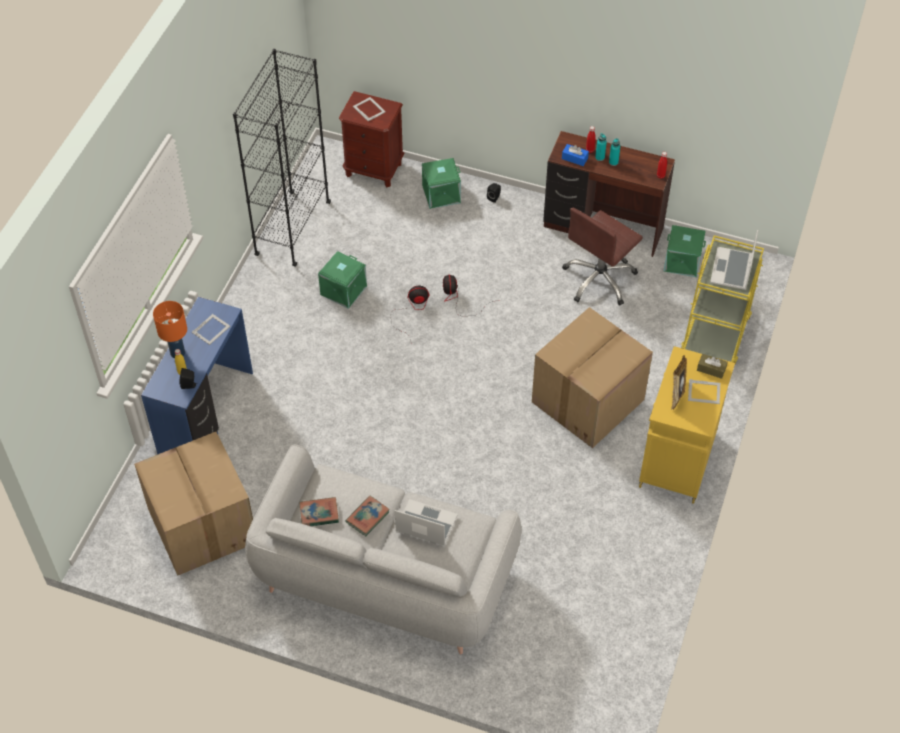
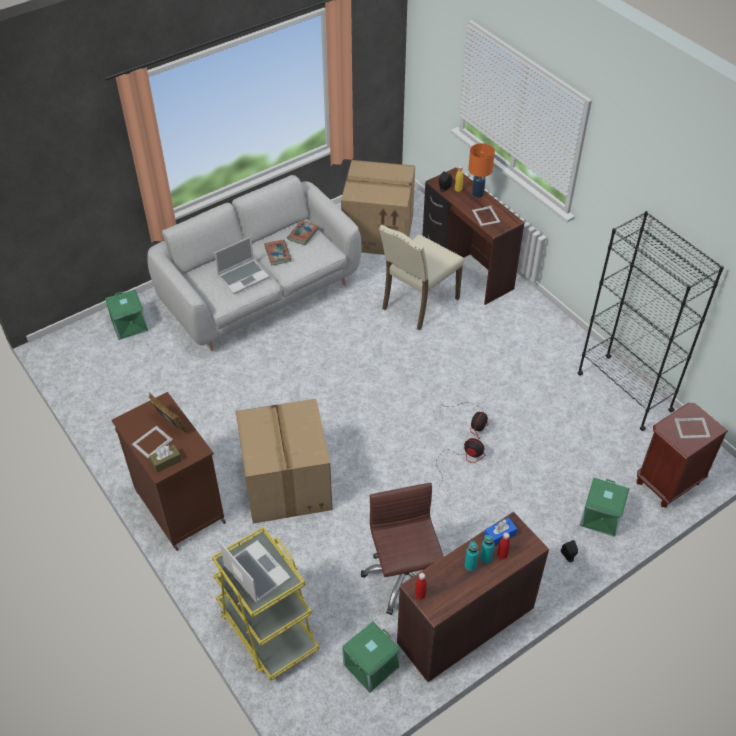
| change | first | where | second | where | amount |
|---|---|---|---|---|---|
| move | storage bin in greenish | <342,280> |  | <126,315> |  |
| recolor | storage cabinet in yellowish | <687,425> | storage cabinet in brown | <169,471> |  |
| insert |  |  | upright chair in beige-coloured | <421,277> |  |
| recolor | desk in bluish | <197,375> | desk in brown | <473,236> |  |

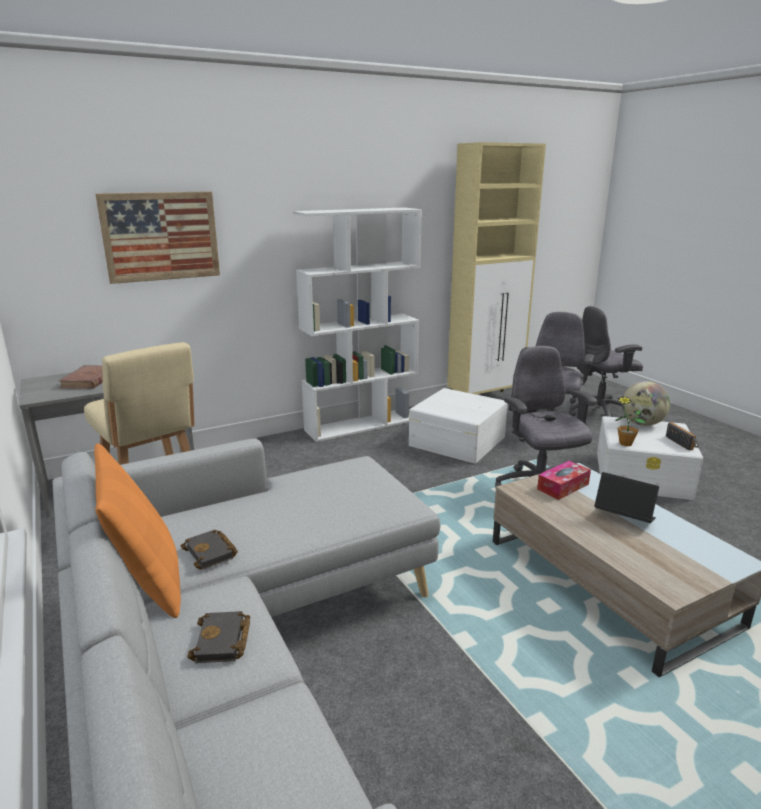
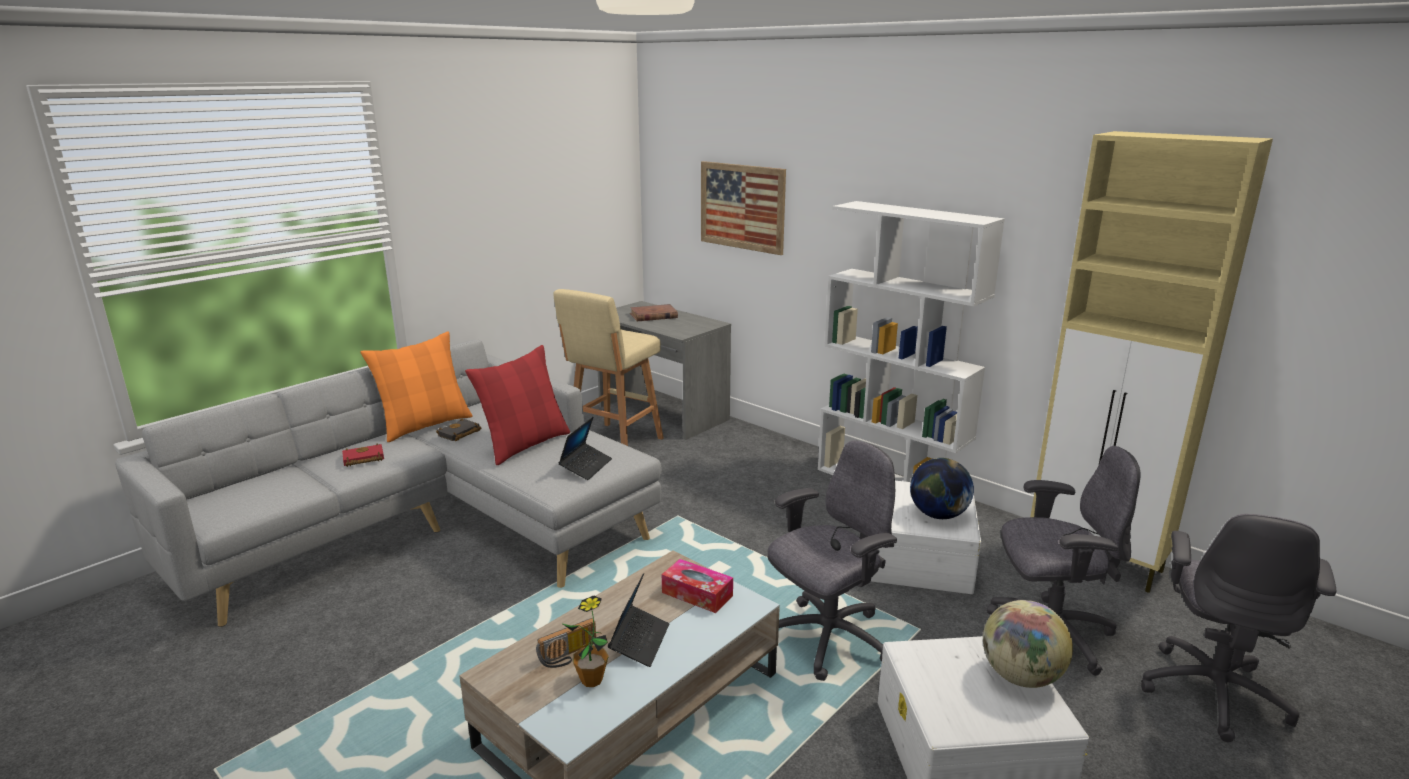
| change | first | where | second | where | amount |
|---|---|---|---|---|---|
| recolor | volume in black-coloured | <218,637> | volume in red-coloured | <363,455> |  |
| insert |  |  | throw pillow in red-coloured | <517,405> |  |
| move | radio | <682,436> |  | <566,643> |  |
| insert |  |  | laptop | <585,448> |  |
| move | potted plant | <630,421> |  | <585,641> |  |
| insert |  |  | globe | <942,488> |  |
| rotate | office chair in grey | <606,361> |  | <1238,628> | 120 degrees counterclockwise |

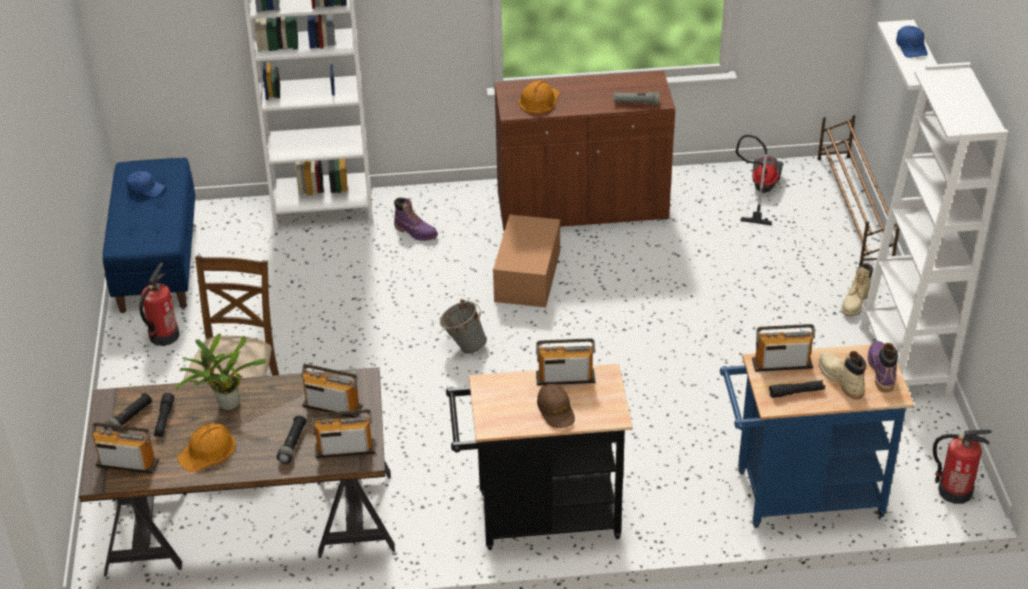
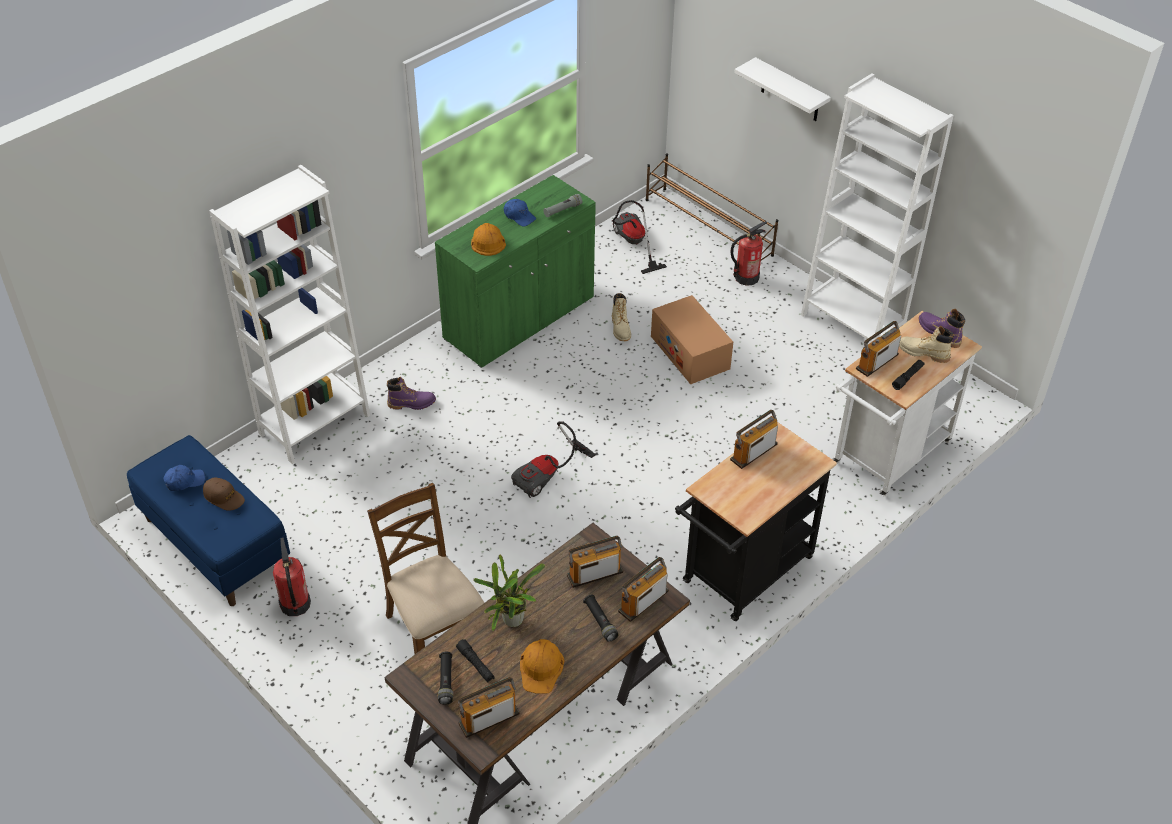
| change | first | where | second | where | amount |
|---|---|---|---|---|---|
| move | peaked cap in brown | <556,406> |  | <224,494> |  |
| recolor | storage cabinet in brown | <584,151> | storage cabinet in greenish | <515,271> |  |
| move | peaked cap in bluish | <912,42> |  | <520,213> |  |
| replace | pail in grey | <463,326> | hoover | <553,459> |  |
| move | boot in beige-coloured | <857,289> |  | <621,317> |  |
| move | cardboard box | <526,261> |  | <692,339> |  |
| move | extinguisher | <962,467> |  | <749,253> |  |
| recolor | cart in bluish | <817,435> | cart in whitish | <907,403> |  |

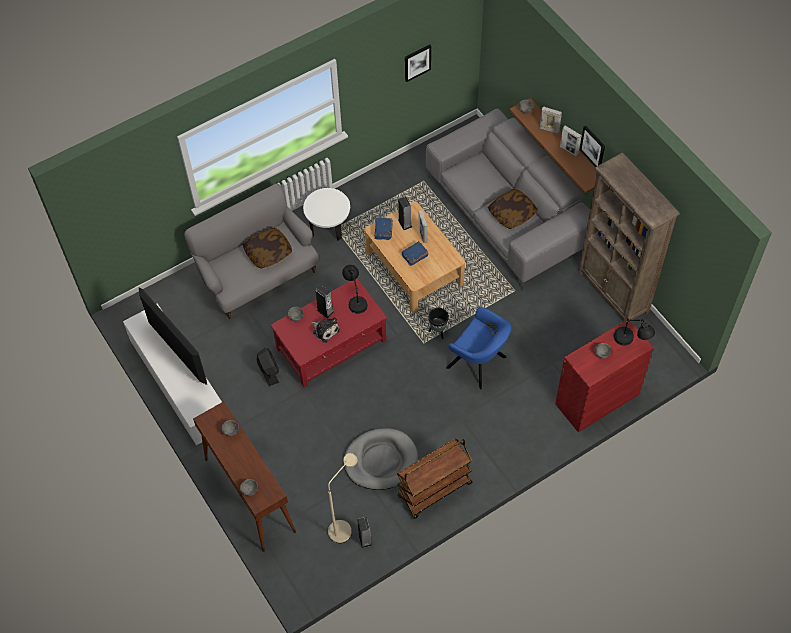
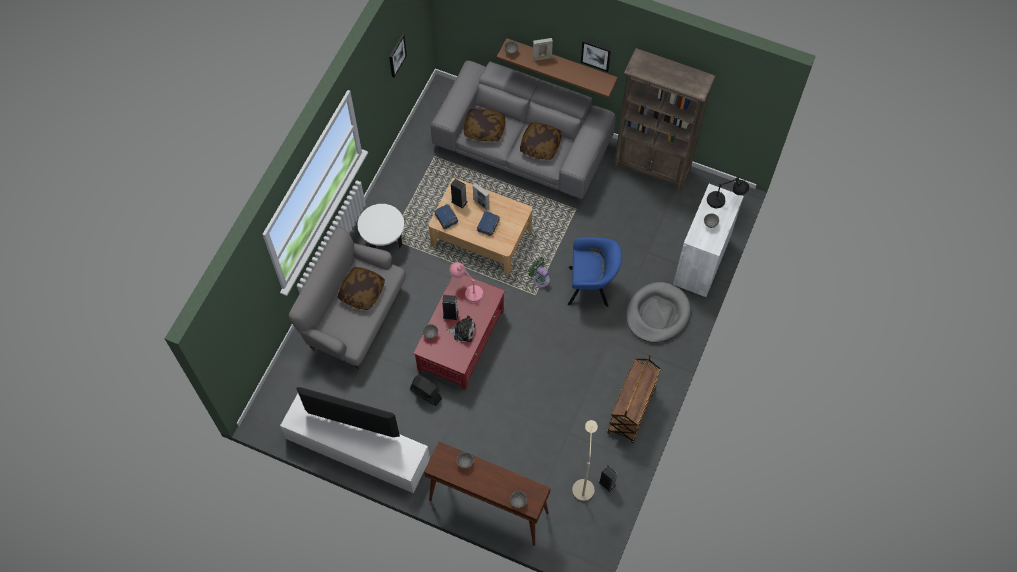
| change | first | where | second | where | amount |
|---|---|---|---|---|---|
| recolor | lamp for a table in black-coloured | <355,289> | lamp for a table in pinkish | <466,282> |  |
| insert |  |  | throw pillow | <484,125> |  |
| replace | planter in black-coloured | <438,323> | fan in greenish | <539,272> |  |
| move | dog cushion in grey | <381,459> |  | <658,312> |  |
| recolor | storage cabinet in red-coloured | <604,376> | storage cabinet in whitish | <708,240> |  |
| delete | picture frame | <571,140> |  |  |  |

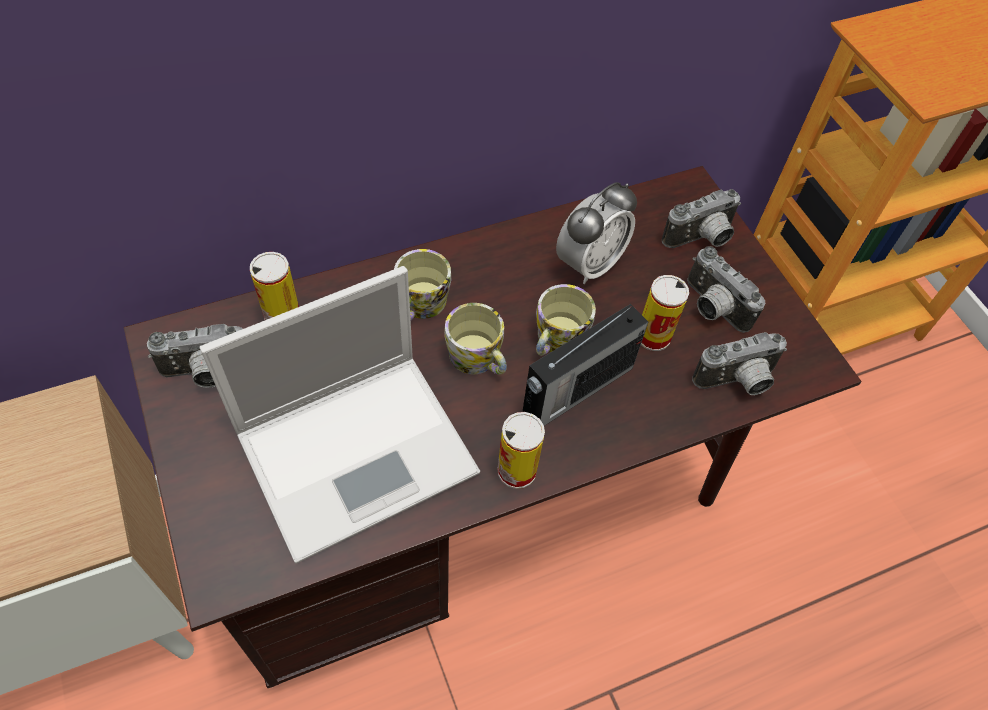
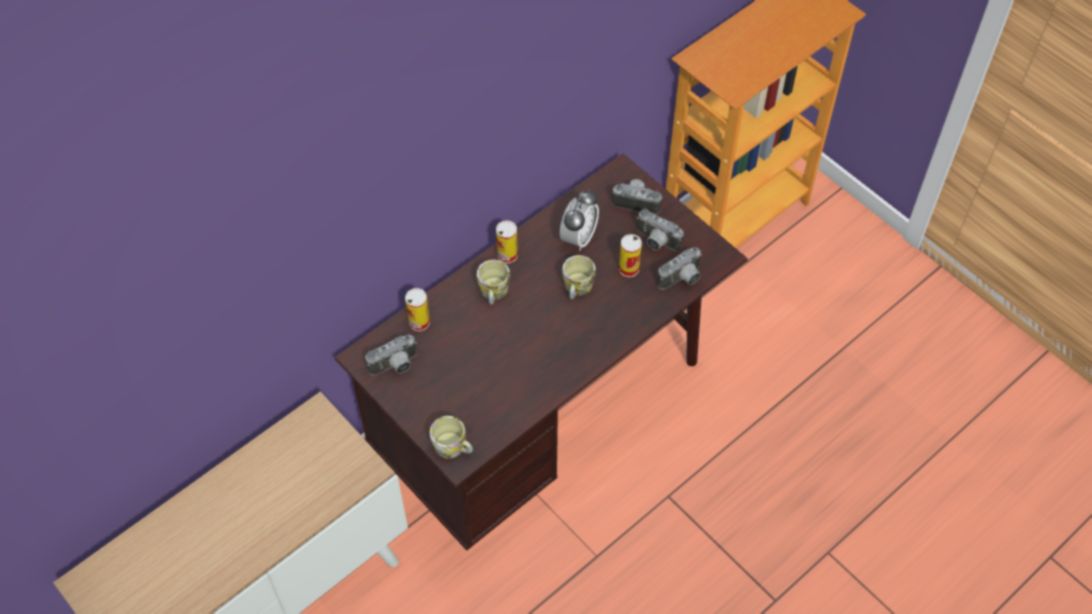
| change | first | where | second | where | amount |
|---|---|---|---|---|---|
| move | coffee mug | <475,339> |  | <451,437> |  |
| move | sealed can | <521,450> |  | <507,242> |  |
| rotate | still camera | <701,218> |  | <637,197> | 120 degrees counterclockwise |
| delete | laptop | <339,415> |  |  |  |
| delete | radio | <585,365> |  |  |  |

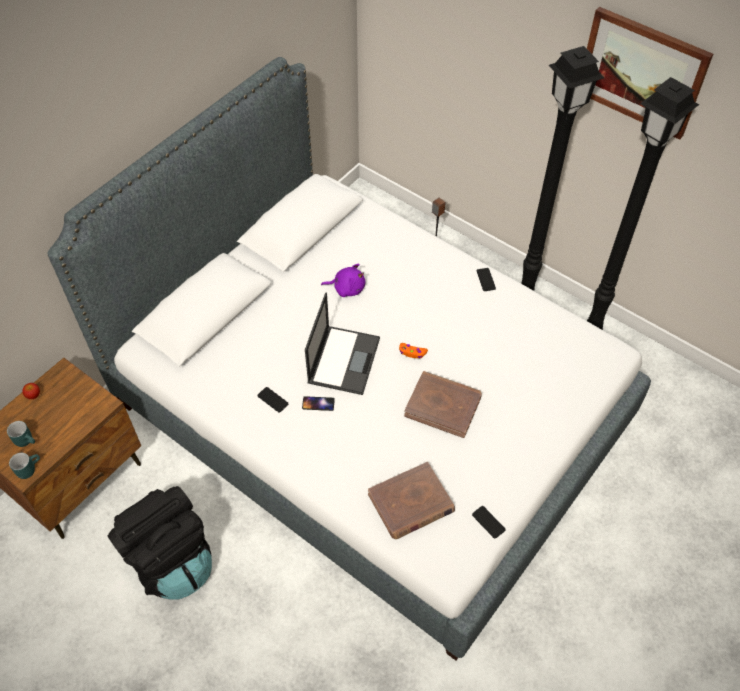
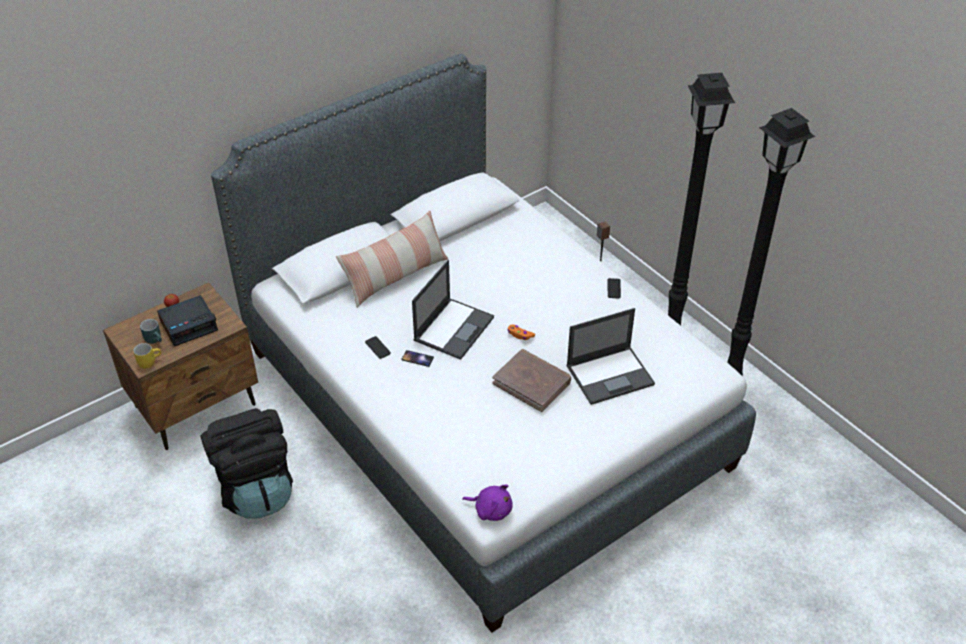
| change | first | where | second | where | amount |
|---|---|---|---|---|---|
| recolor | coffee mug in turquoise-coloured | <24,466> | coffee mug in yellowish | <147,355> |  |
| insert |  |  | table clock | <187,320> |  |
| insert |  |  | throw pillow | <392,259> |  |
| move | soft toy in purple-coloured | <343,280> |  | <487,503> |  |
| insert |  |  | laptop | <610,356> |  |
| delete | volume in brown | <411,500> |  |  |  |
| delete | phone | <488,522> |  |  |  |
| delete | wall picture | <650,73> |  |  |  |

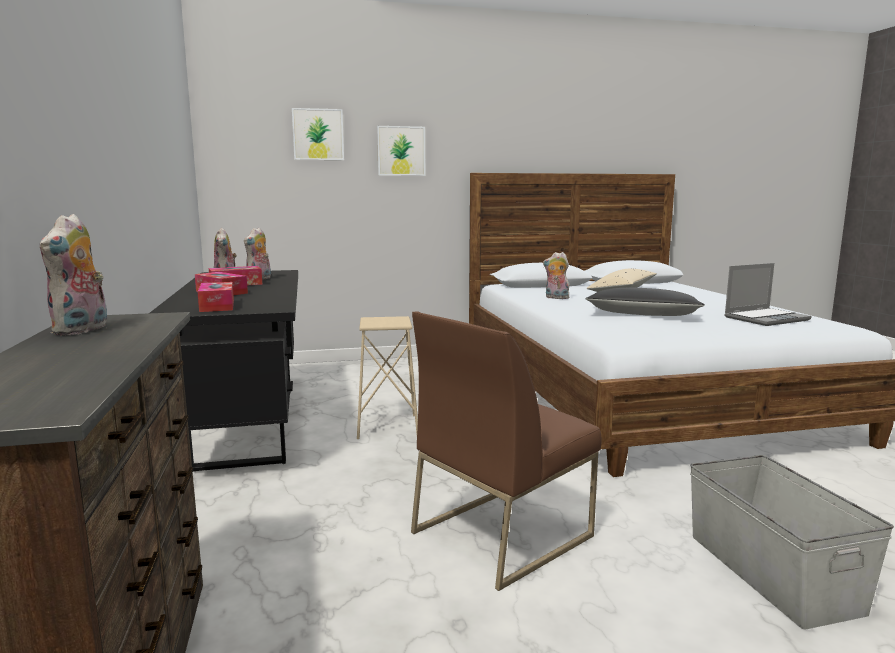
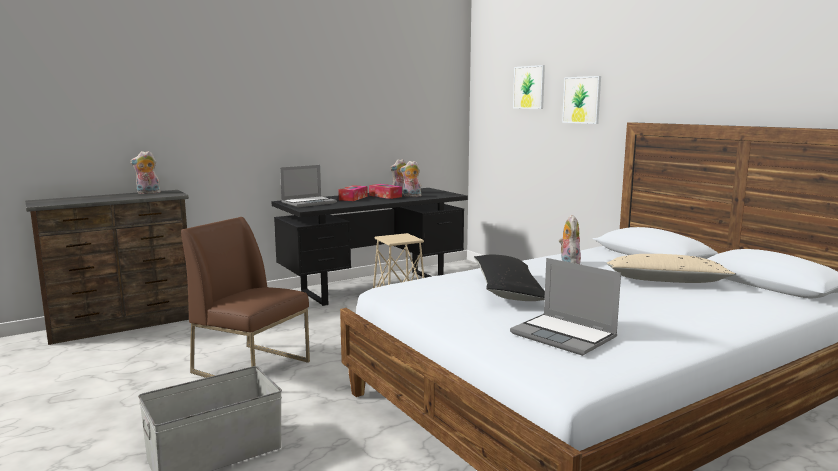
| change | first | where | second | where | amount |
|---|---|---|---|---|---|
| replace | tissue holder | <215,297> | laptop | <308,186> |  |

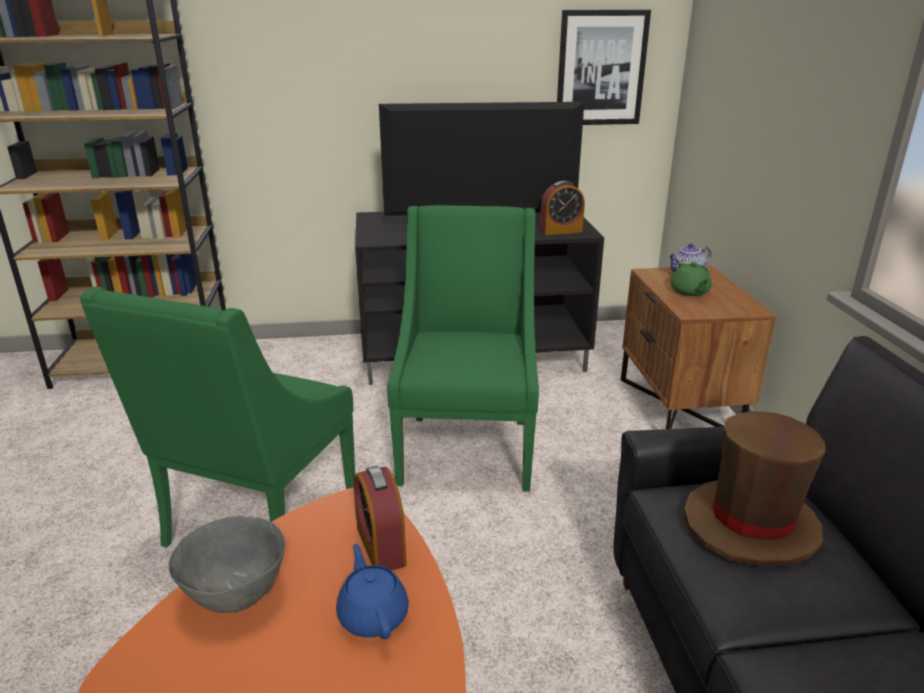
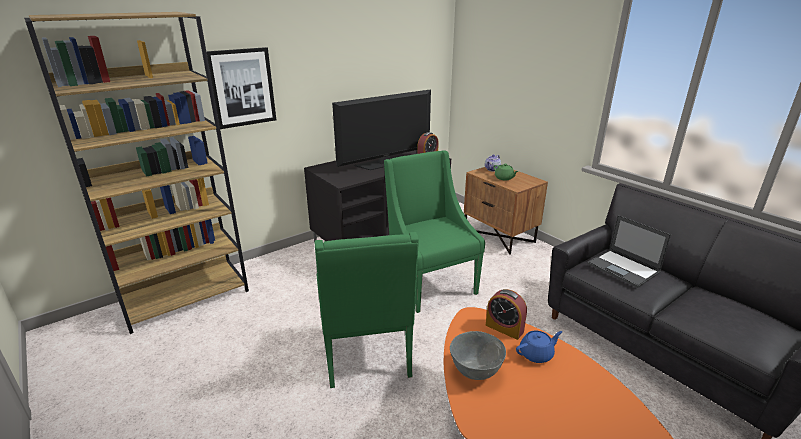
| change | first | where | second | where | amount |
|---|---|---|---|---|---|
| move | wall picture | <604,67> |  | <241,88> |  |
| rotate | pot for tea in bluish | <372,591> |  | <539,347> | 120 degrees clockwise |
| replace | clothing hat in brown | <755,488> | laptop | <629,251> |  |

